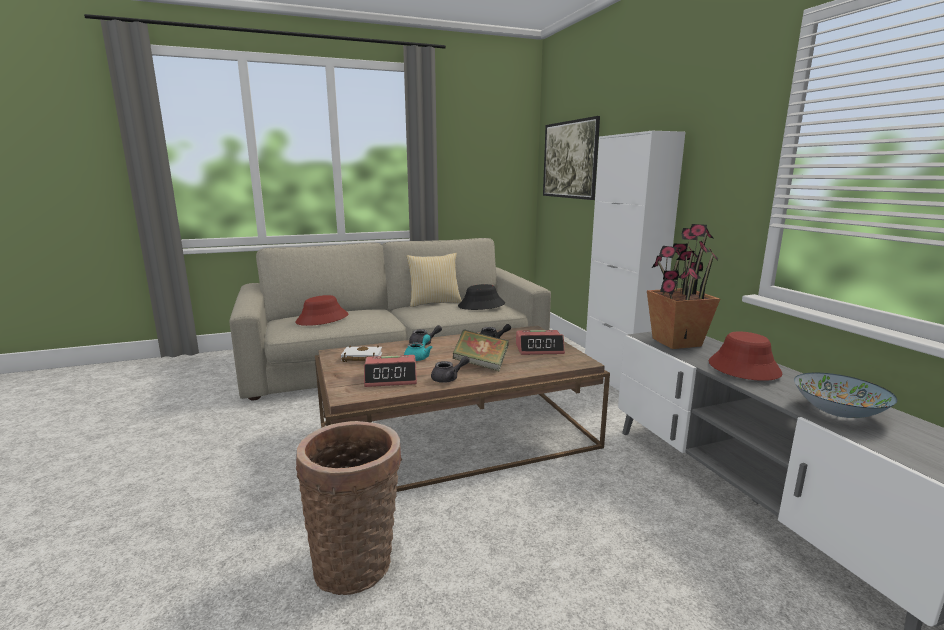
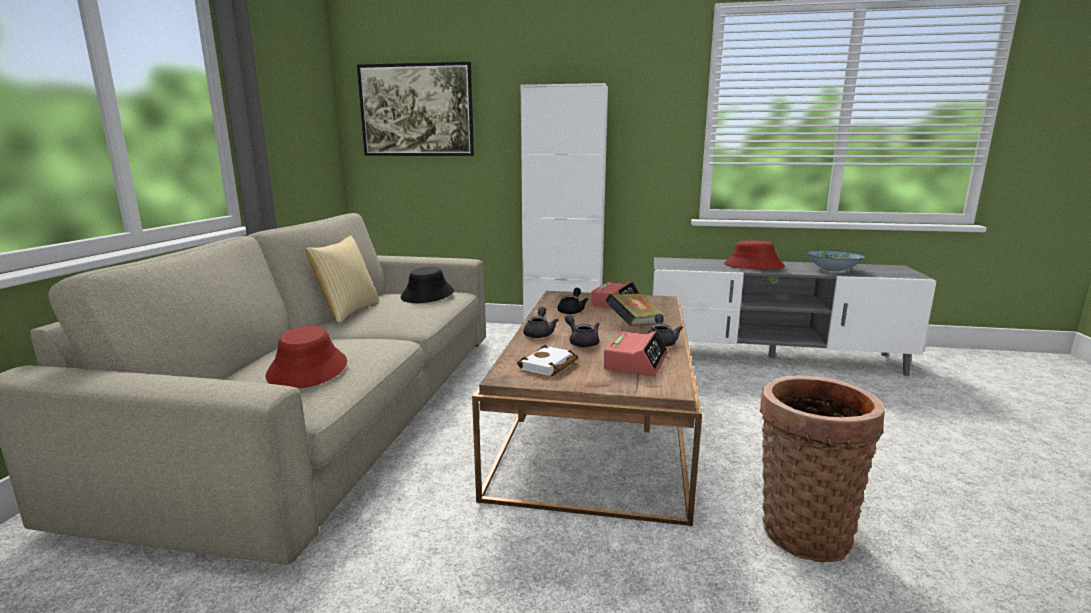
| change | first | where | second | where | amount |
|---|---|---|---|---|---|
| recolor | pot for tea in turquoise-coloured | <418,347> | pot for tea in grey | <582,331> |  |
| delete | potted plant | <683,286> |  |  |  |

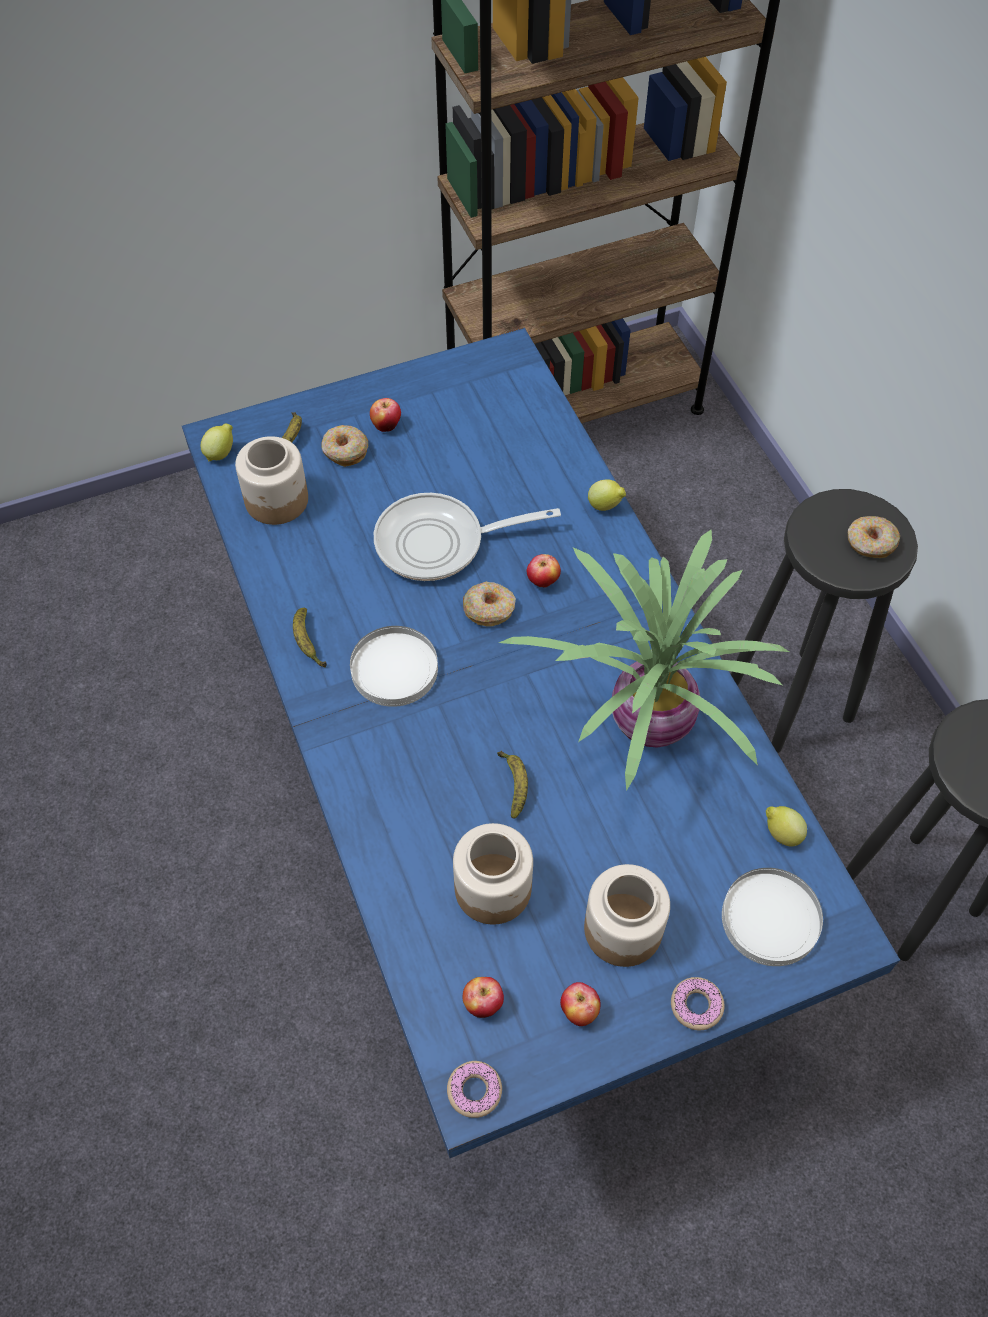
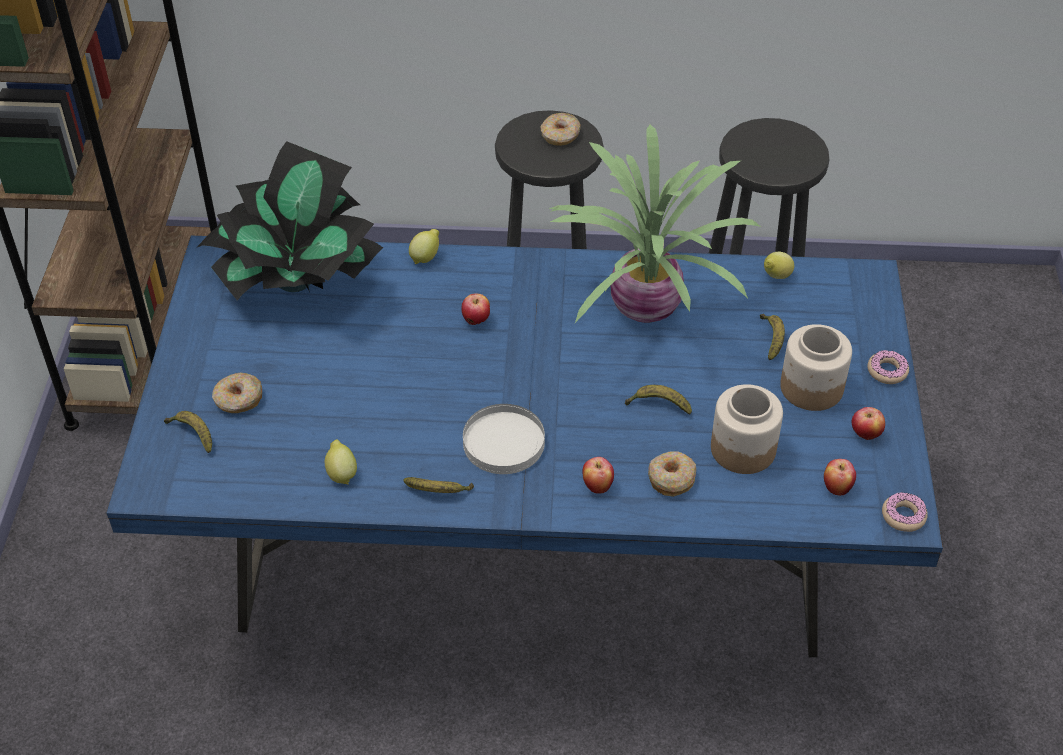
| change | first | where | second | where | amount |
|---|---|---|---|---|---|
| insert |  |  | potted plant | <289,220> |  |
| move | citrus fruit | <216,443> |  | <341,462> |  |
| move | apple fruit | <385,415> |  | <598,475> |  |
| move | doughnut | <489,604> |  | <672,474> |  |
| insert |  |  | banana | <772,337> |  |
| delete | jar | <271,480> |  |  |  |
| delete | frying pan | <467,537> |  |  |  |
| delete | dinner plate in whitish | <772,917> |  |  |  |

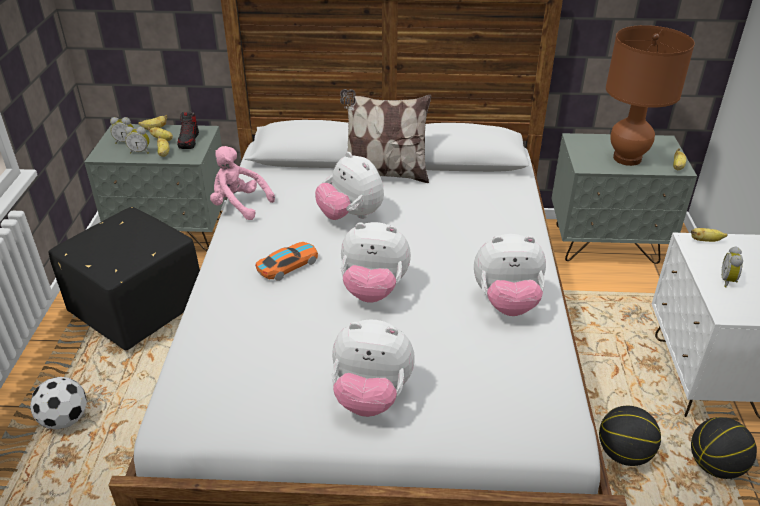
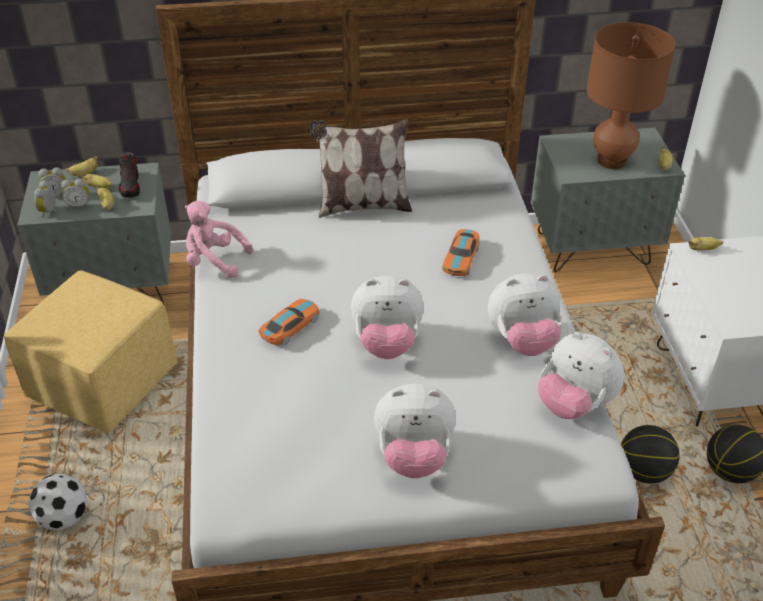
| change | first | where | second | where | amount |
|---|---|---|---|---|---|
| recolor | pouffe in black-coloured | <124,278> | pouffe in yellowish | <90,351> |  |
| move | table clock | <732,266> |  | <45,199> |  |
| insert |  |  | toy car | <461,252> |  |
| move | soft toy | <349,186> |  | <581,375> |  |

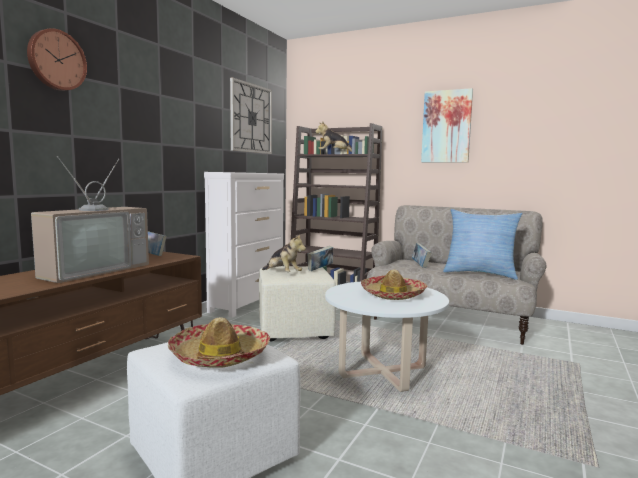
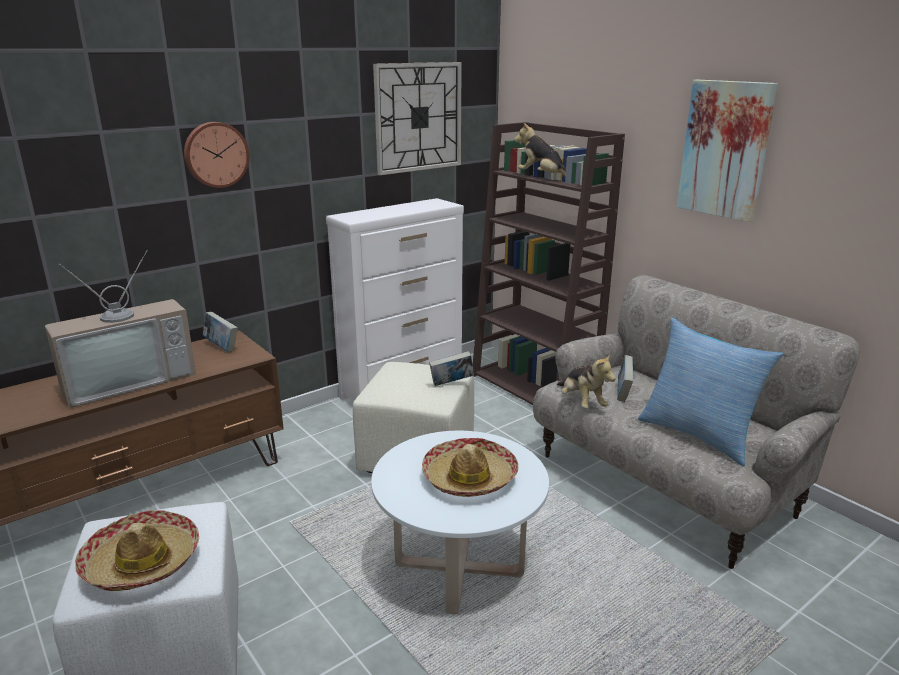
| change | first | where | second | where | amount |
|---|---|---|---|---|---|
| move | wall clock | <57,59> |  | <217,155> |  |
| move | soft toy | <284,253> |  | <586,381> |  |

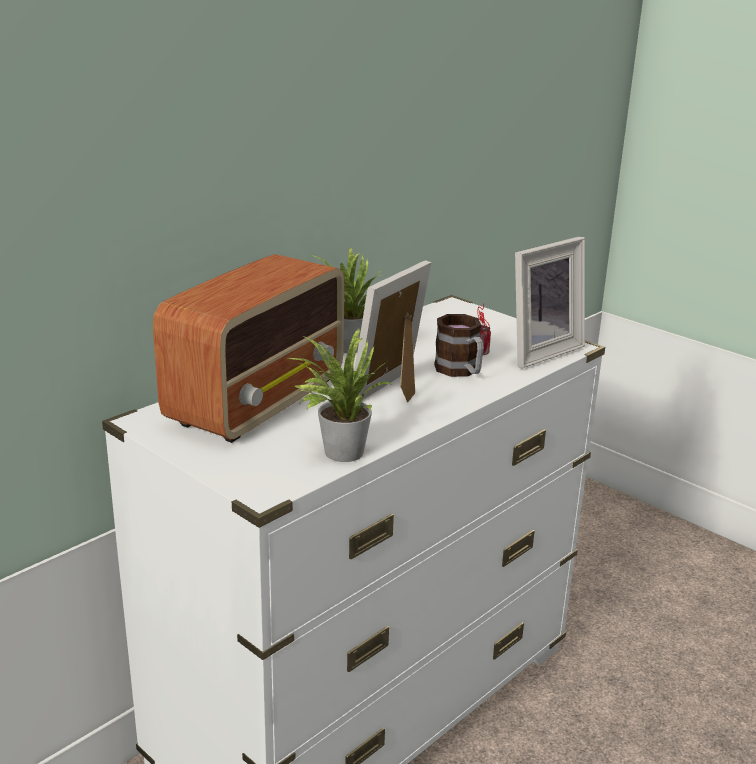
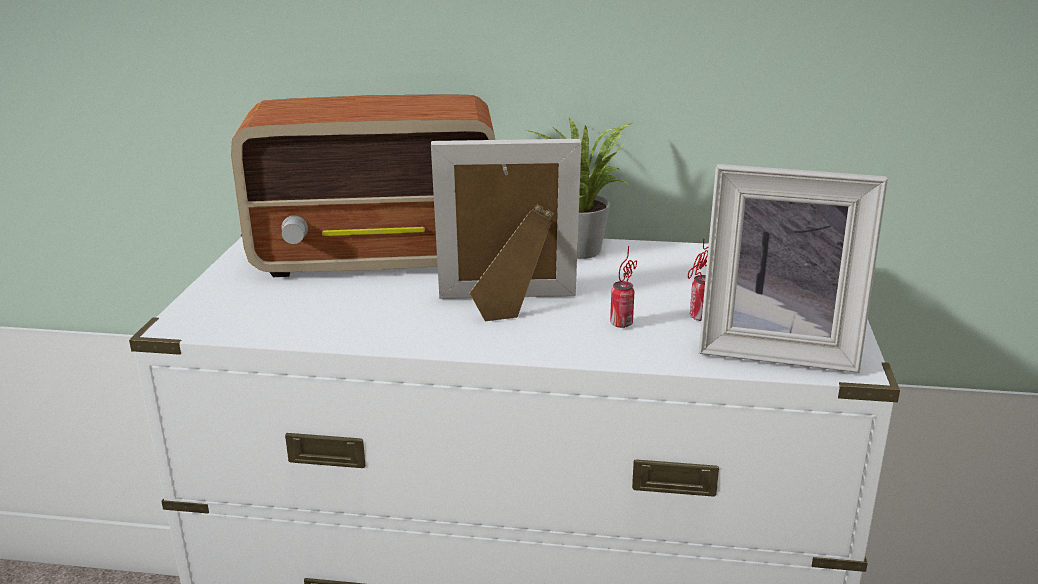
| change | first | where | second | where | amount |
|---|---|---|---|---|---|
| replace | coffee mug | <459,345> | sealed can | <623,287> |  |
| delete | potted plant | <338,395> |  |  |  |

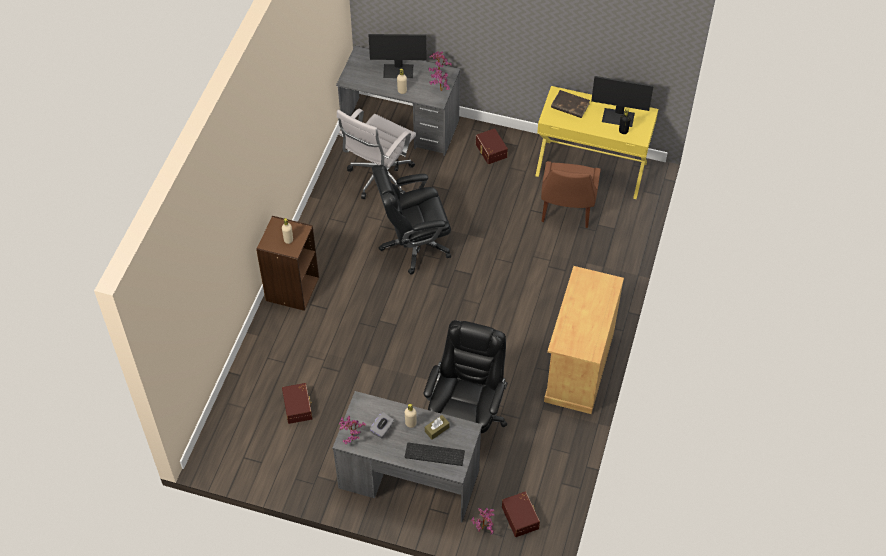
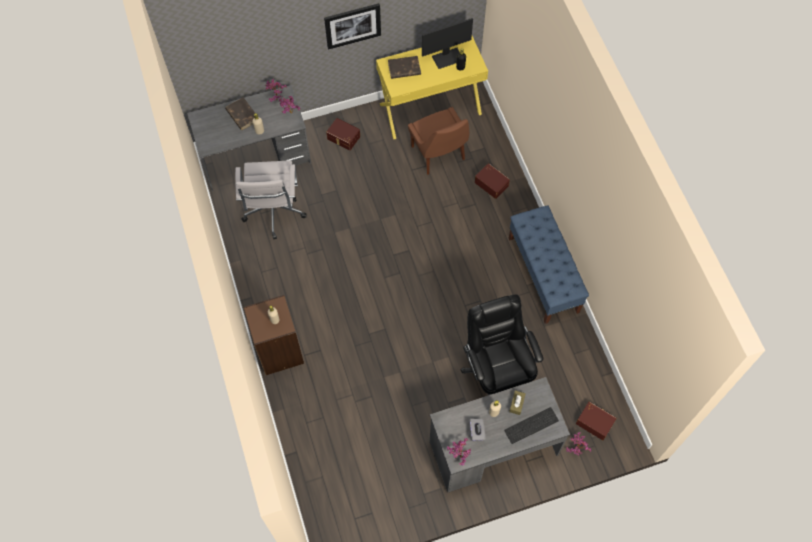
| change | first | where | second | where | amount |
|---|---|---|---|---|---|
| replace | computer display | <397,56> | volume in brown | <240,113> |  |
| insert |  |  | wall picture | <352,26> |  |
| move | storage bin in brown | <297,403> |  | <492,181> |  |
| replace | storage cabinet in beige-coloured | <584,340> | long seat in bluish | <549,264> |  |
| delete | office chair in black-coloured | <411,220> |  |  |  |

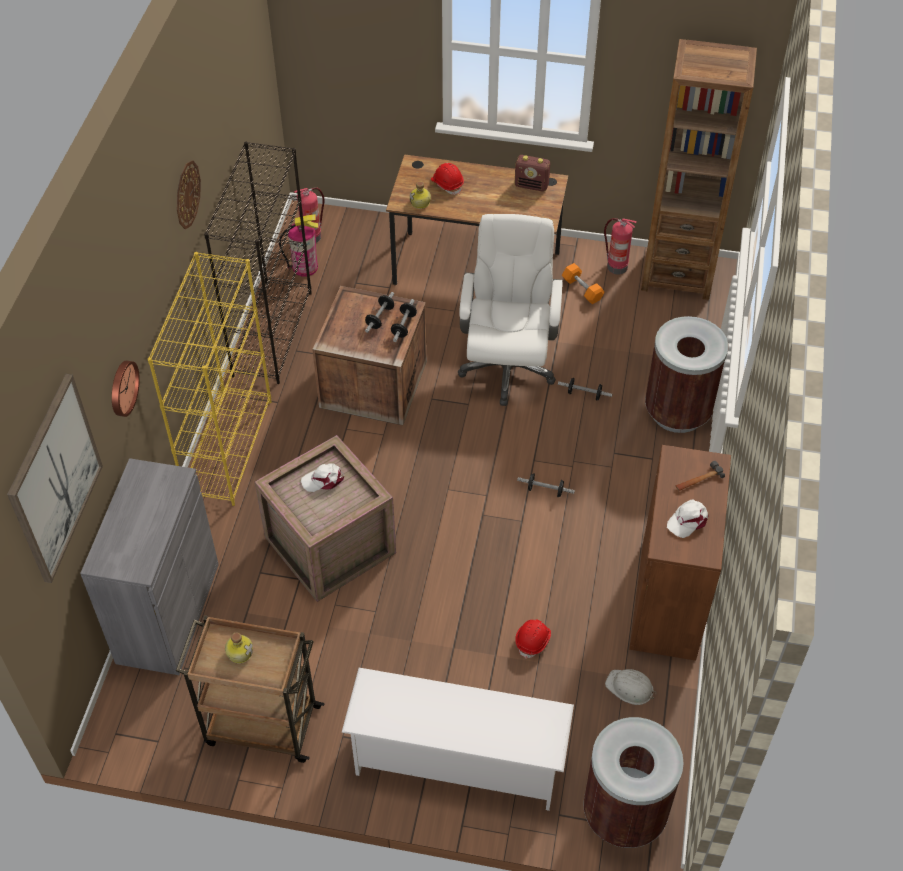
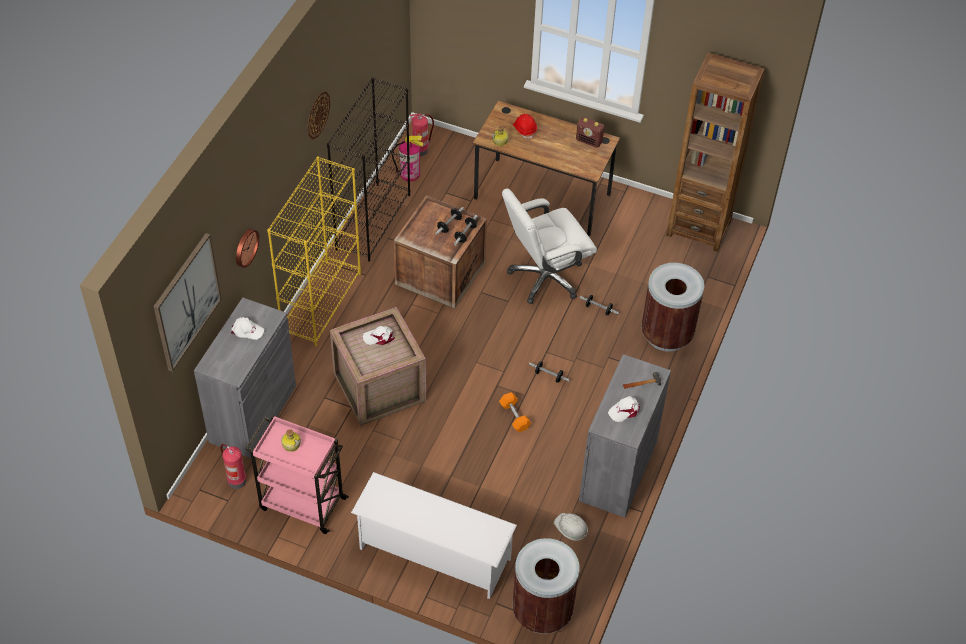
| change | first | where | second | where | amount |
|---|---|---|---|---|---|
| move | extinguisher | <620,246> |  | <233,466> |  |
| insert |  |  | peaked cap in whitish | <247,328> |  |
| recolor | cart in brown | <250,689> | cart in pinkish | <297,474> |  |
| move | hand weight in orange-coloured | <583,283> |  | <515,412> |  |
| rotate | office chair in whitish | <510,310> |  | <549,246> | 135 degrees counterclockwise |
| recolor | storage cabinet in brown | <680,553> | storage cabinet in grey | <625,436> |  |
| delete | hard hat in red-coloured | <533,639> |  |  |  |

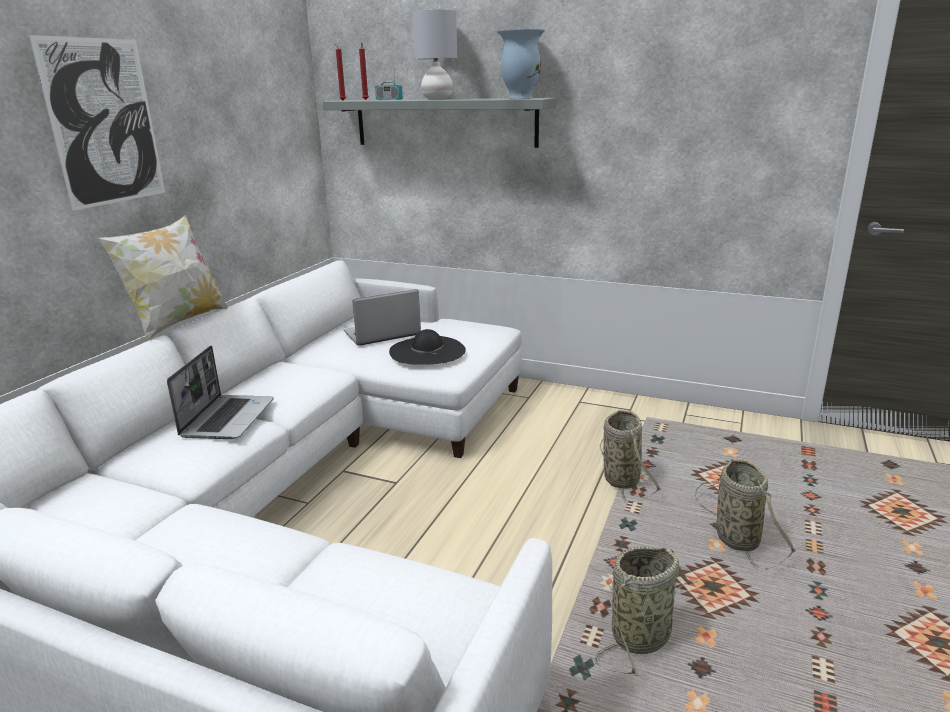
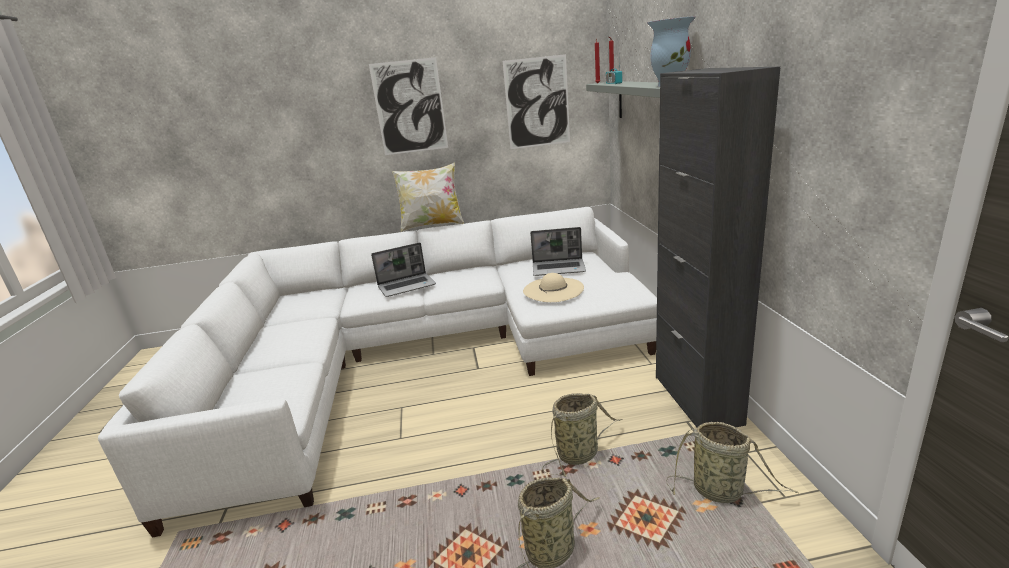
| change | first | where | second | where | amount |
|---|---|---|---|---|---|
| insert |  |  | wall picture | <536,101> |  |
| recolor | clothing hat in black-coloured | <427,347> | clothing hat in beige-coloured | <553,287> |  |
| rotate | laptop | <382,317> |  | <558,251> | 150 degrees clockwise |
| insert |  |  | storage cabinet in black-coloured | <718,246> |  |
| move | storage basket | <646,611> |  | <733,462> |  |
| delete | lamp for a table in grey | <434,54> |  |  |  |

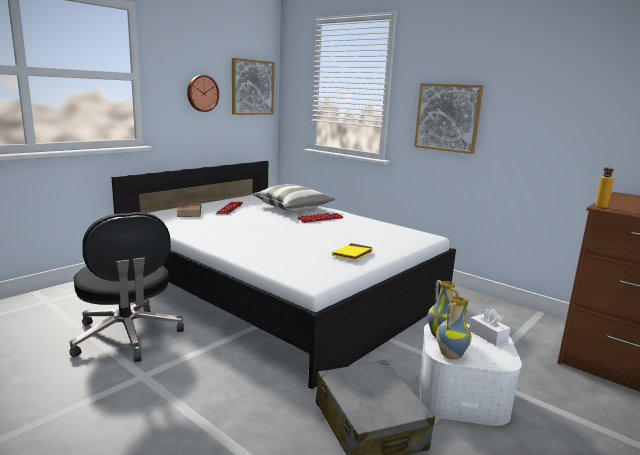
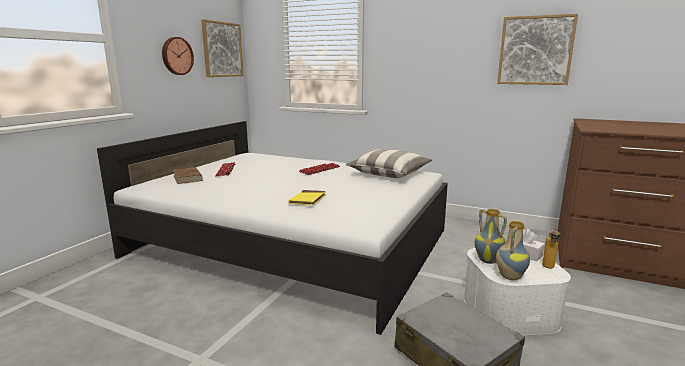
| change | first | where | second | where | amount |
|---|---|---|---|---|---|
| move | volume in yellowish | <352,251> |  | <307,197> |  |
| move | throw pillow | <293,197> |  | <389,163> |  |
| move | wall picture | <448,118> |  | <537,49> |  |
| move | bottle | <604,185> |  | <551,248> |  |
| delete | office chair in black-coloured | <126,287> |  |  |  |

